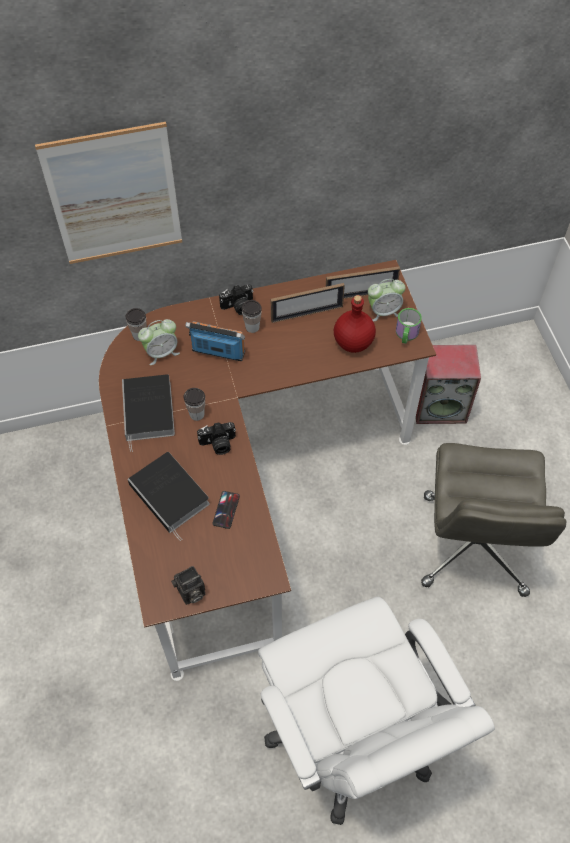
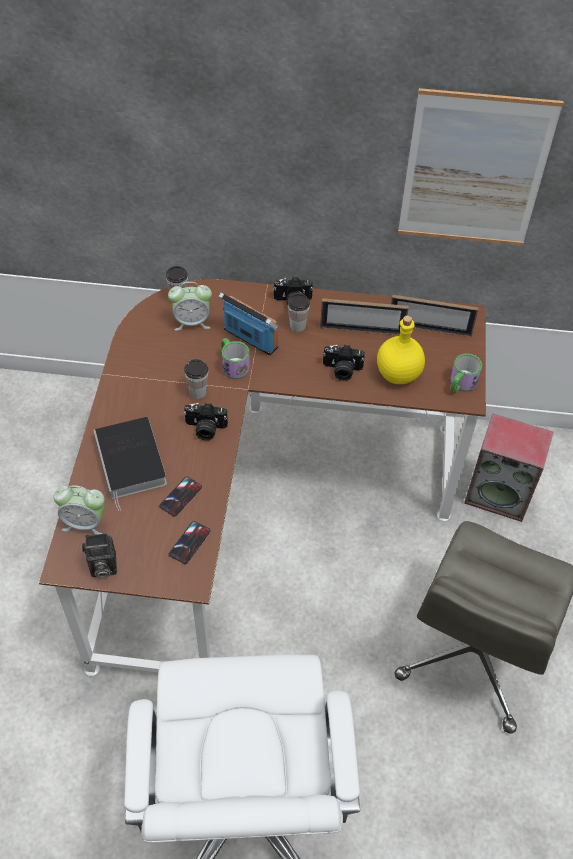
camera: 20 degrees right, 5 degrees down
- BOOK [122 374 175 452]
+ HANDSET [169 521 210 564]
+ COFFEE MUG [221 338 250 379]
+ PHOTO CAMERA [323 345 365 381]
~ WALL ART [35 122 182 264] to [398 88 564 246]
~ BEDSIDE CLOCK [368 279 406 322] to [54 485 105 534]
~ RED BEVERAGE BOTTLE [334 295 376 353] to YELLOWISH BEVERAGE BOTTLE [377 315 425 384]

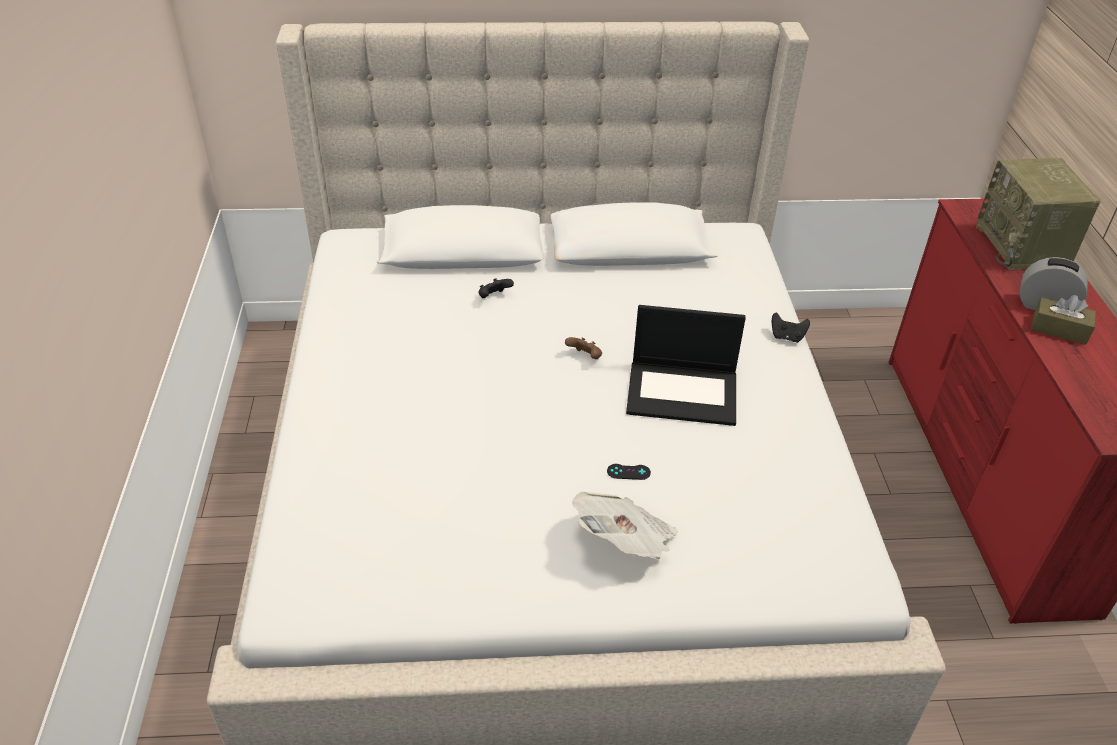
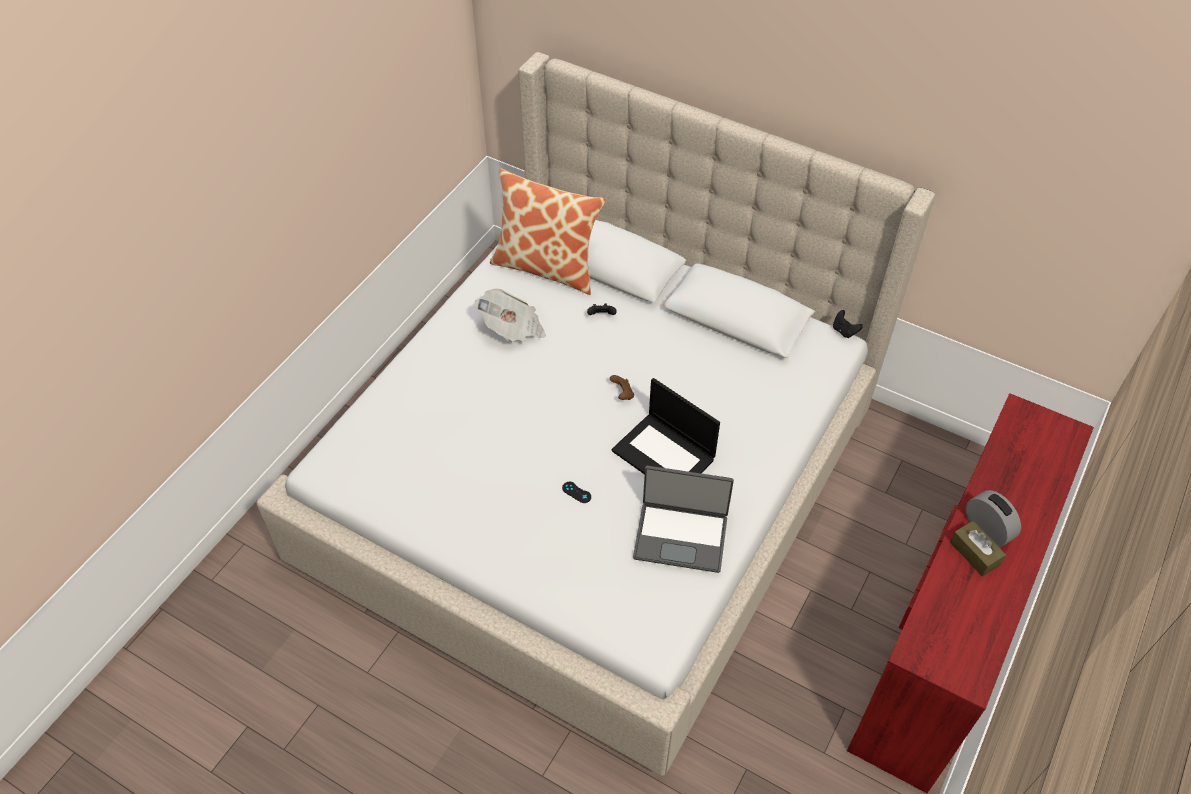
camera: 35 degrees right, 10 degrees up
- RADIO [976 158 1100 270]
+ PILLOW [490 169 606 295]
+ LAPTOP [633 466 734 573]
~ DAILY PAPER [572 492 678 559] to [475 289 546 342]
~ BLACK-COLOURED GAMEPAD [772 313 810 343] to [833 310 863 338]

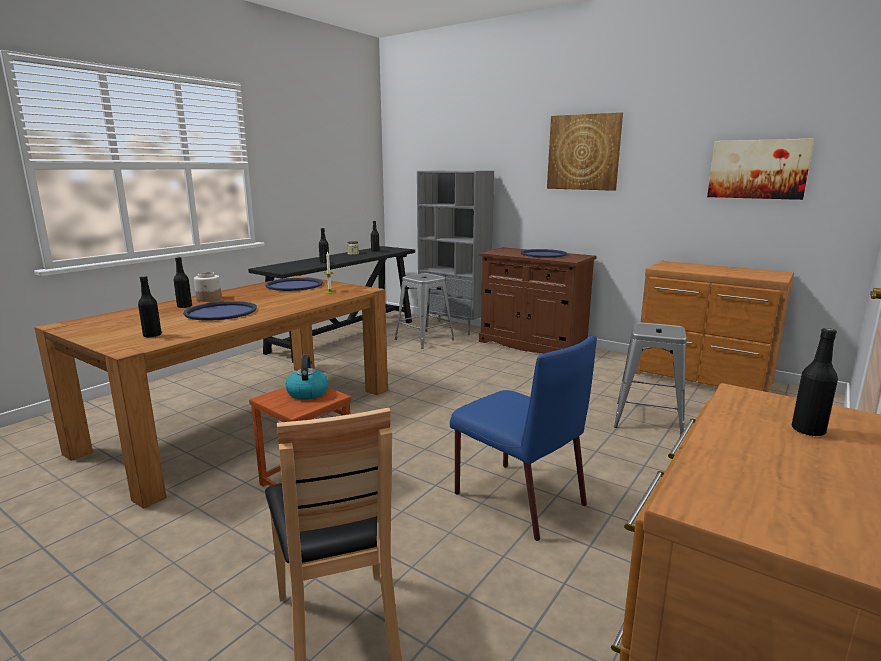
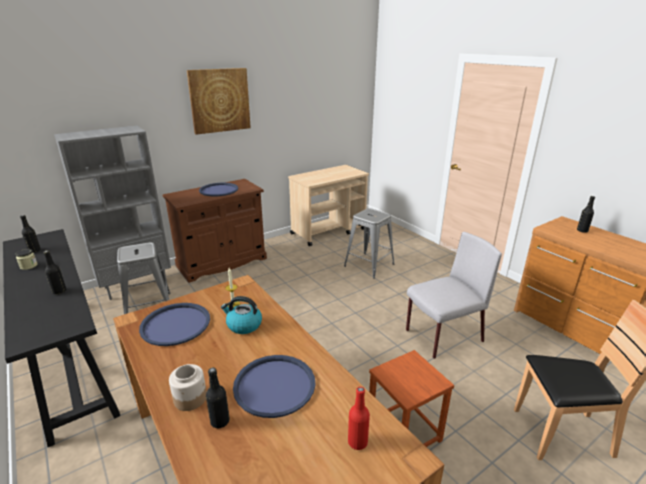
camera: 70 degrees left, 10 degrees up
- WALL ART [707 139 814 200]
~ KETTLE [286 355 329 400] to [221 296 262 334]
~ BROWN DRAWER CHEST [635 261 794 392] to BEIGE-COLOURED WHEELED CART [288 165 369 246]
~ BLACK-COLOURED BEVERAGE BOTTLE [138 276 162 338] to RED BEVERAGE BOTTLE [348 387 370 450]
~ BLUE CHAIR [450 335 597 541] to GREYISH CHAIR [406 232 502 359]

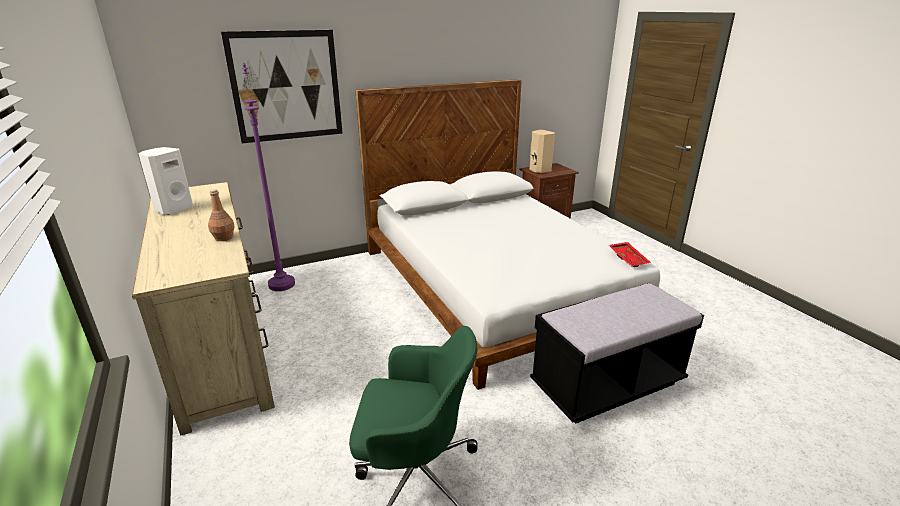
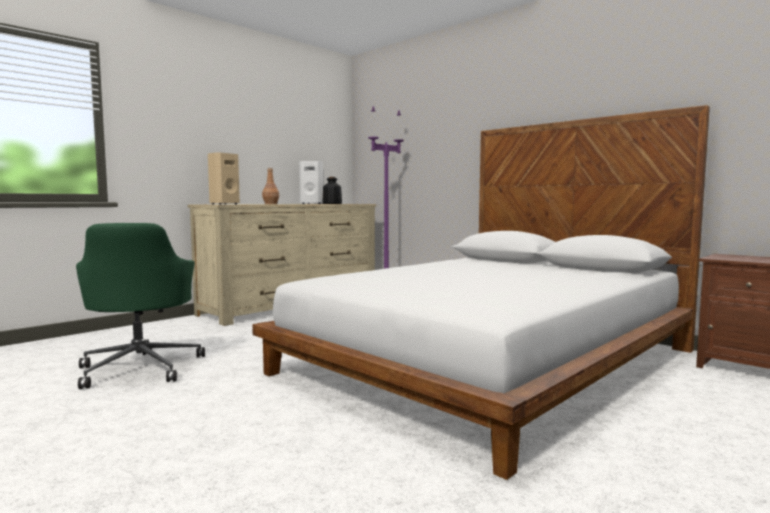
camera: 70 degrees right, 20 degrees down
- WALL ART [221 30 343 143]
- BLACK-COLOURED BENCH [530 283 704 423]
- RED SERVING TRAY [609 242 651 267]
+ BEVERAGE BOTTLE [322 177 342 204]
~ BEIGE-COLOURED AUDIO SPEAKER [529 130 555 173] to [208 153 240 204]

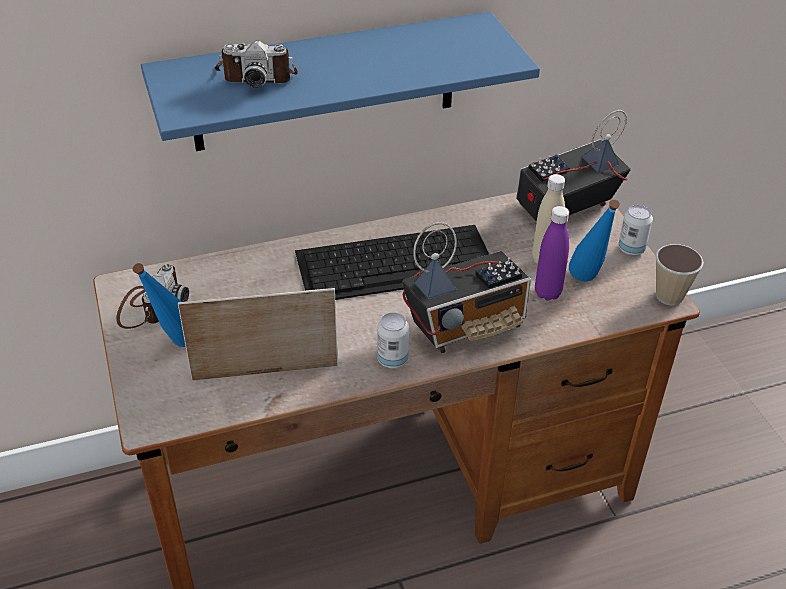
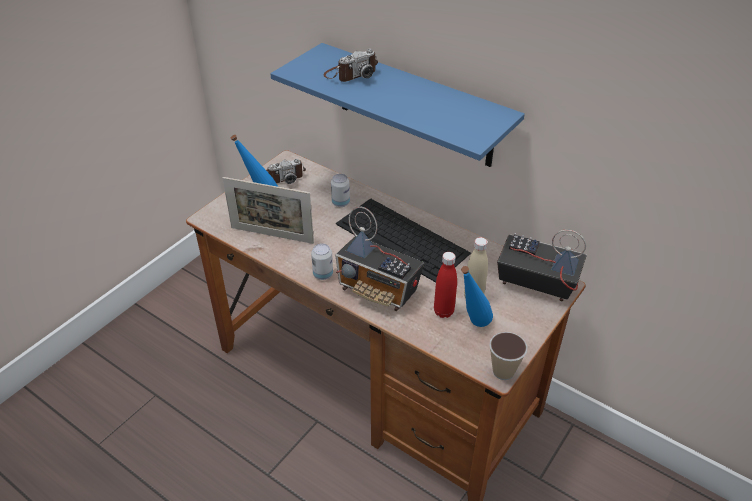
camera: 55 degrees right, 0 degrees up
~ CAN [618 205 653 256] to [331 174 350 207]
~ PURPLE BEVERAGE BOTTLE [535 206 569 301] to RED BEVERAGE BOTTLE [434 252 457 318]
~ PICTURE FRAME [178 288 338 381] = [223 177 314 244] 150 degrees clockwise
~ PHOTO CAMERA [215 41 298 88] = [323 49 378 82] 90 degrees counterclockwise

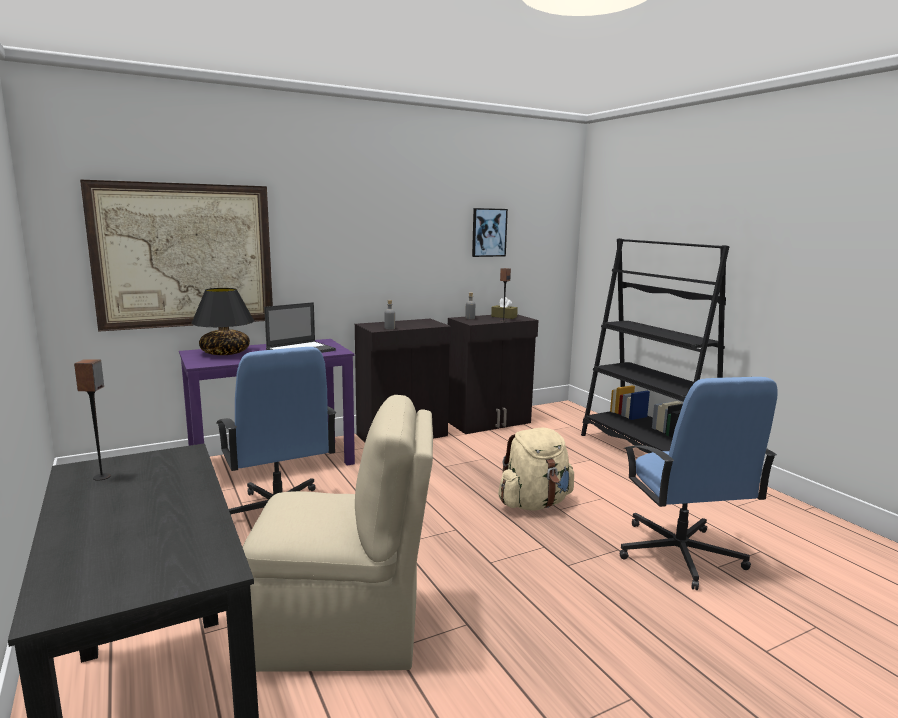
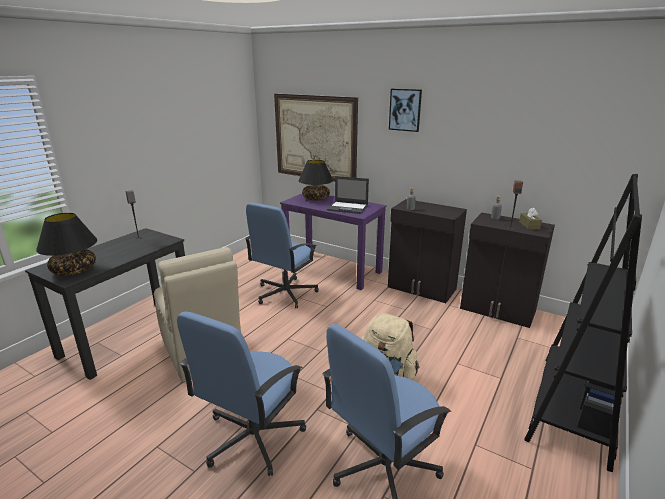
camera: 60 degrees right, 10 degrees up
+ BLACK-COLOURED LAMP FOR A TABLE [36 213 97 276]
+ BLUE COMPUTER CHAIR [177 311 306 476]
~ WALL ART [472 208 508 257] to [389 89 422 132]

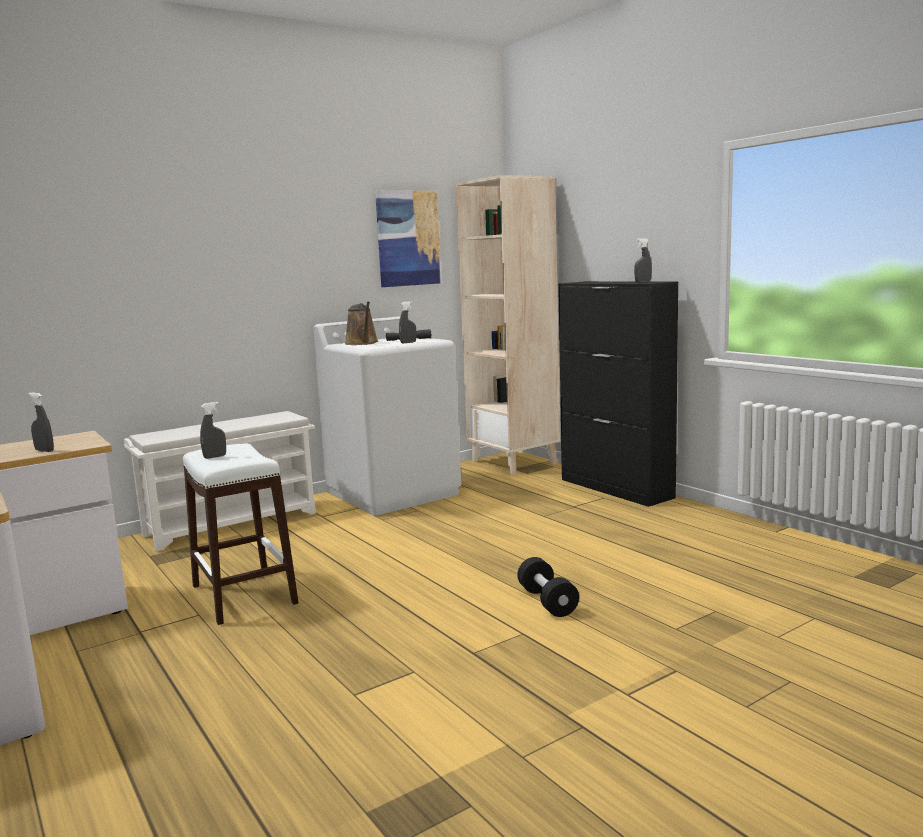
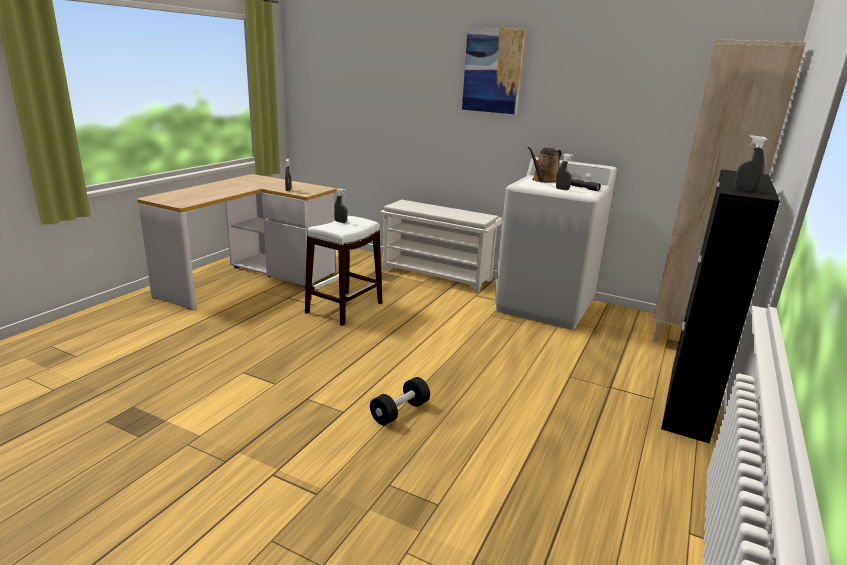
camera: 60 degrees right, 10 degrees up
~ WALL ART [375 190 442 287] to [462 27 525 114]

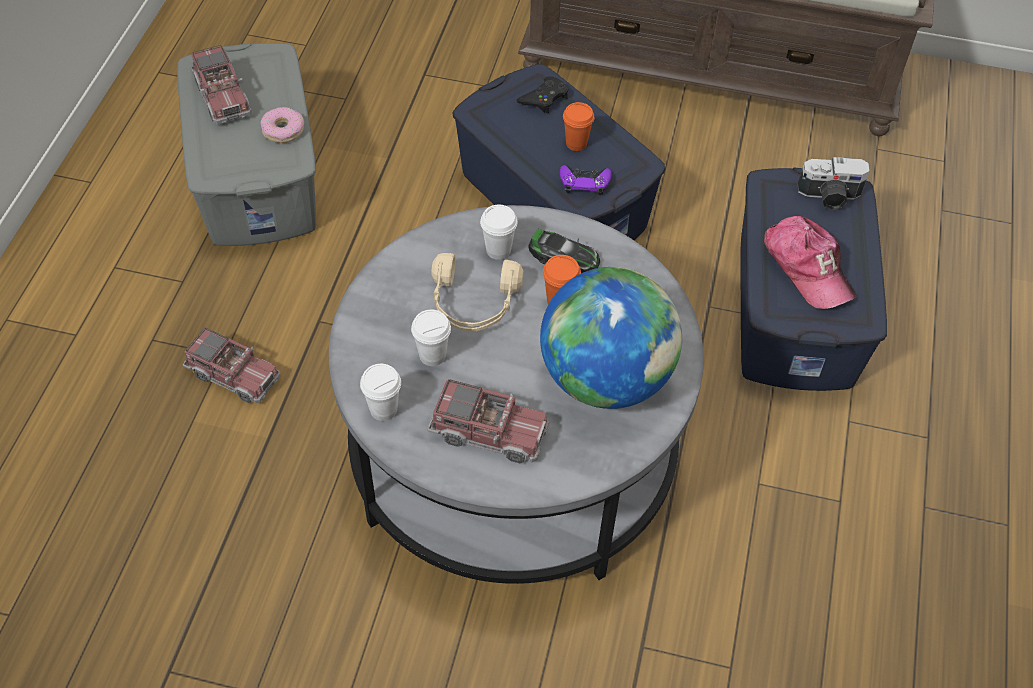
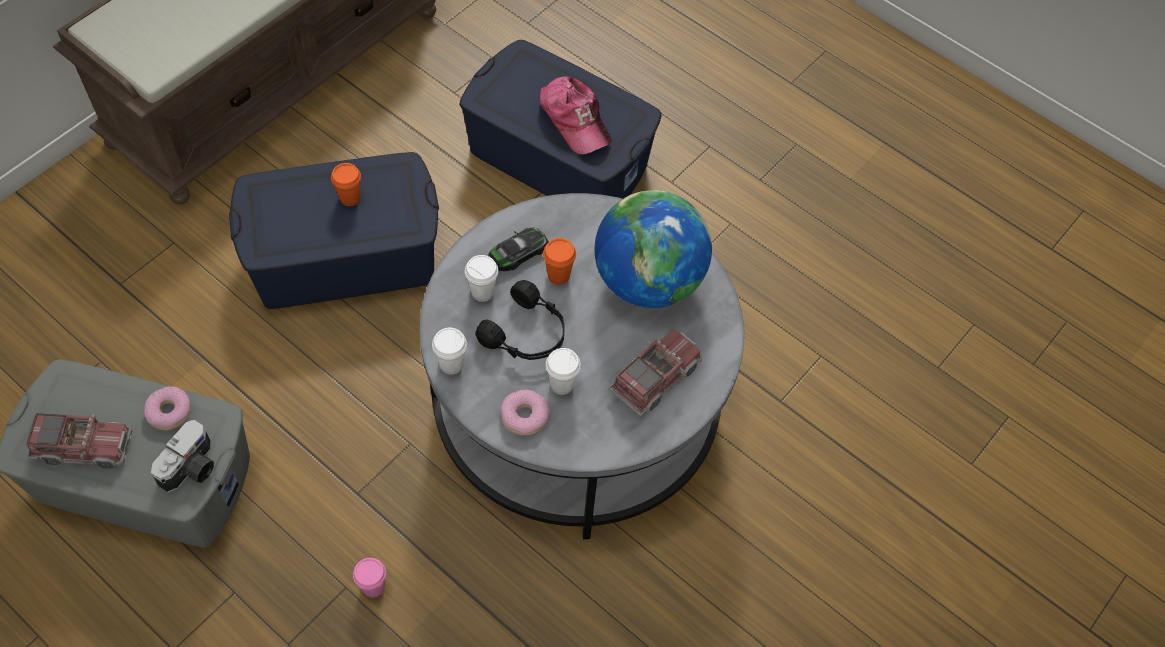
camera: 65 degrees left, 5 degrees up
- BLACK-COLOURED GAMEPAD [516 76 568 114]
- PURPLE GAMEPAD [560 165 611 196]
+ RING DOUGHNUT [501 390 550 436]
~ WHITE-COLOURED DRINKING CUP [360 364 401 421] to [432 328 467 375]
~ PHOTO CAMERA [798 157 870 210] to [151 419 214 492]
~ TOY TRUCK [183 327 281 403] to PINK DRINKING CUP [353 558 386 598]
~ BEIGE-COLOURED HEADSET [431 253 524 332] to BLACK-COLOURED HEADSET [475 280 565 360]
~ PEAKED CAP [764 216 856 309] = [539 76 612 154] 60 degrees clockwise

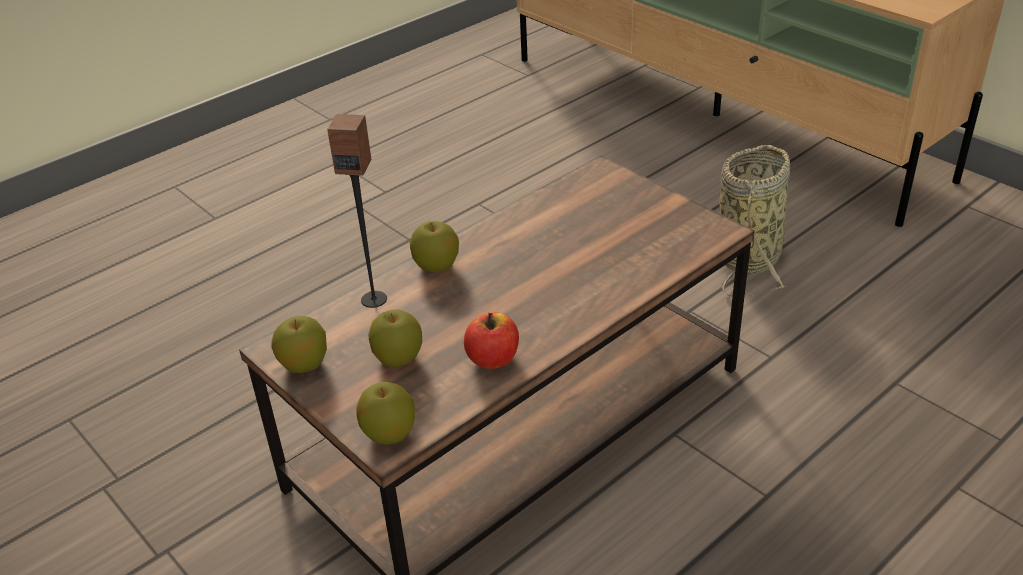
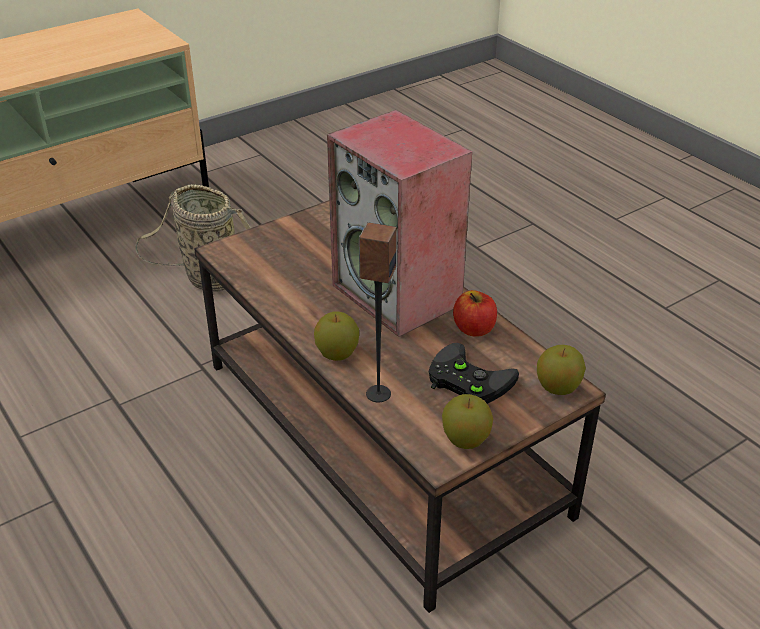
camera: 85 degrees left, 0 degrees up
+ AUDIO SPEAKER [327 110 472 337]
~ APPLE [368 309 422 367] to BLACK-COLOURED GAMEPAD [429 343 519 404]

